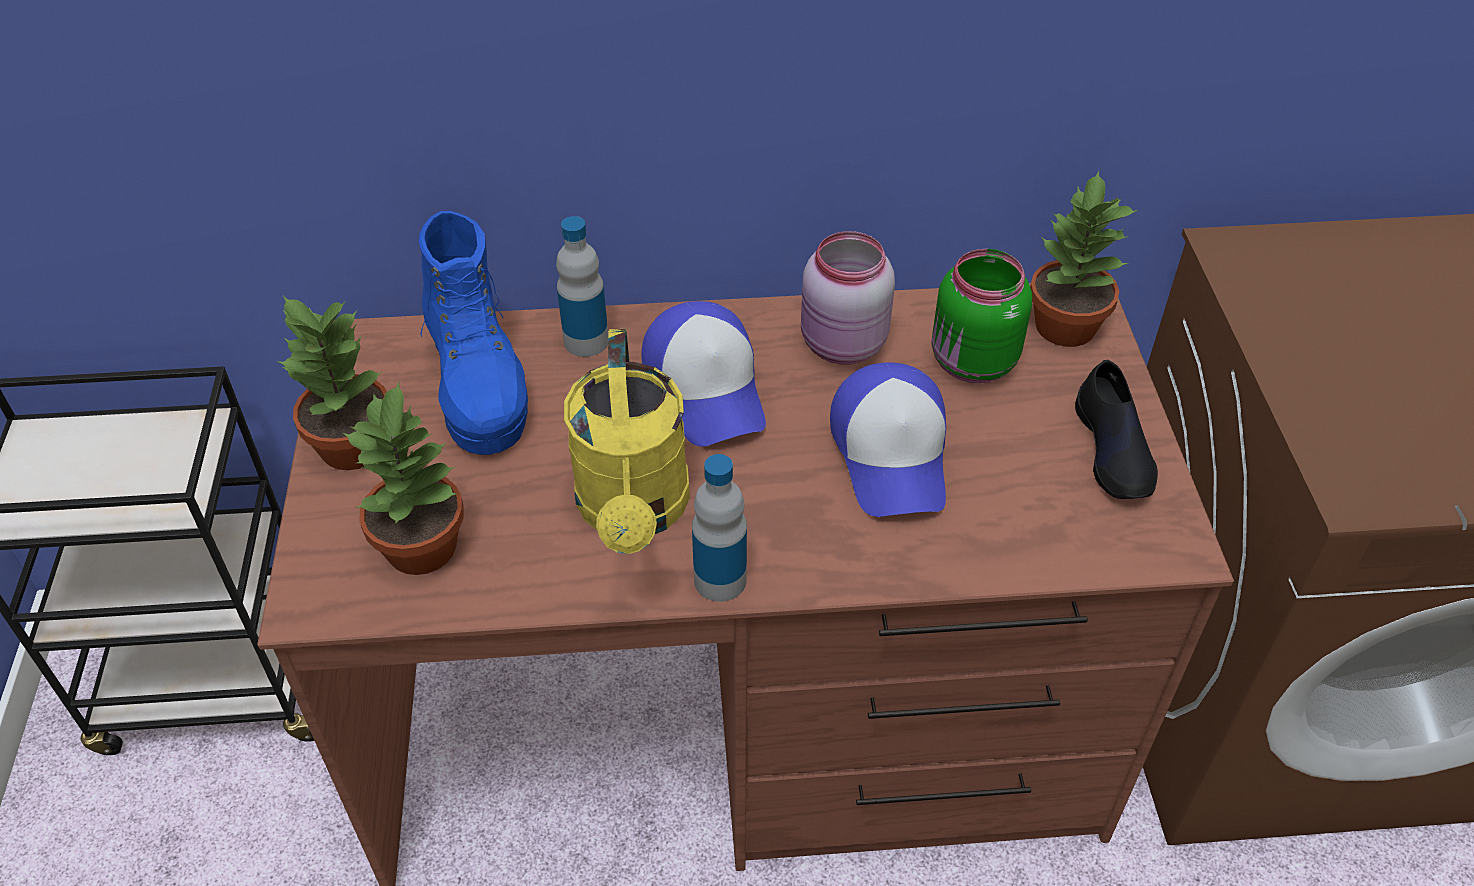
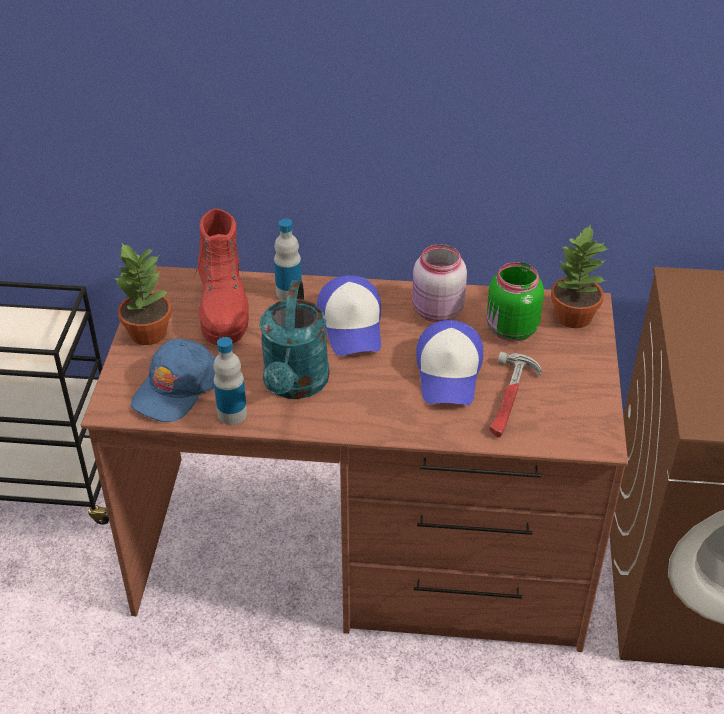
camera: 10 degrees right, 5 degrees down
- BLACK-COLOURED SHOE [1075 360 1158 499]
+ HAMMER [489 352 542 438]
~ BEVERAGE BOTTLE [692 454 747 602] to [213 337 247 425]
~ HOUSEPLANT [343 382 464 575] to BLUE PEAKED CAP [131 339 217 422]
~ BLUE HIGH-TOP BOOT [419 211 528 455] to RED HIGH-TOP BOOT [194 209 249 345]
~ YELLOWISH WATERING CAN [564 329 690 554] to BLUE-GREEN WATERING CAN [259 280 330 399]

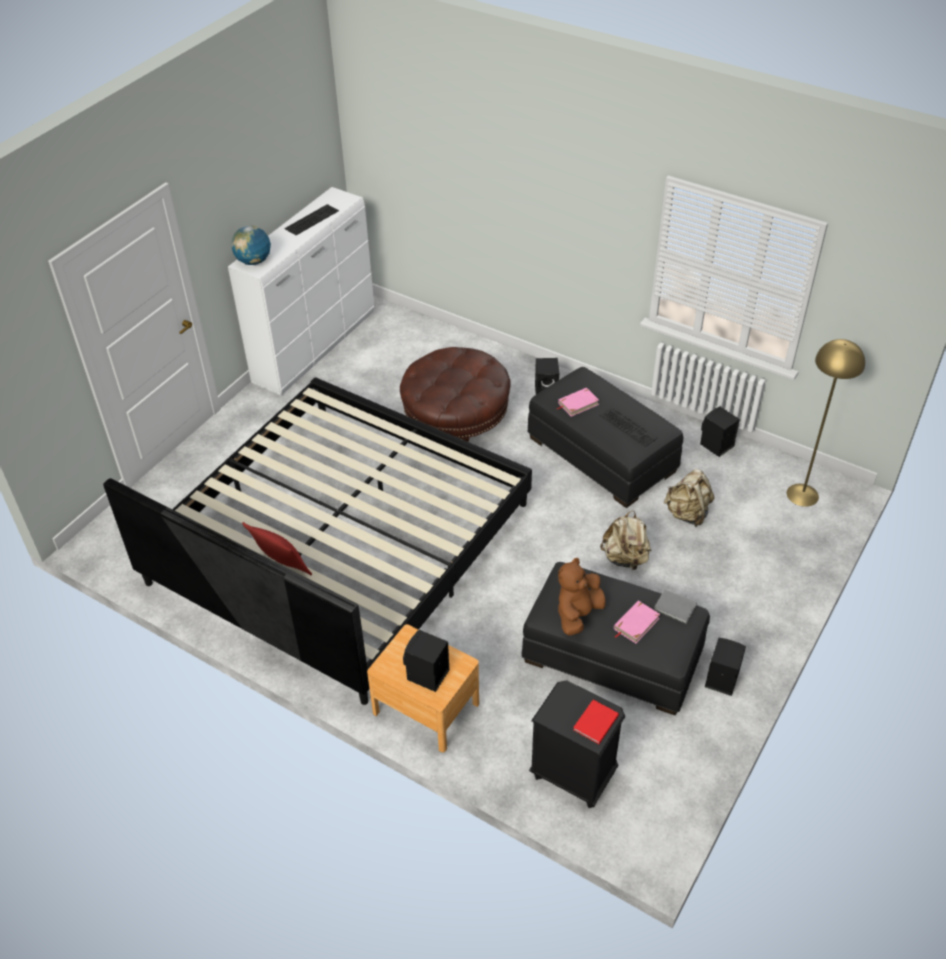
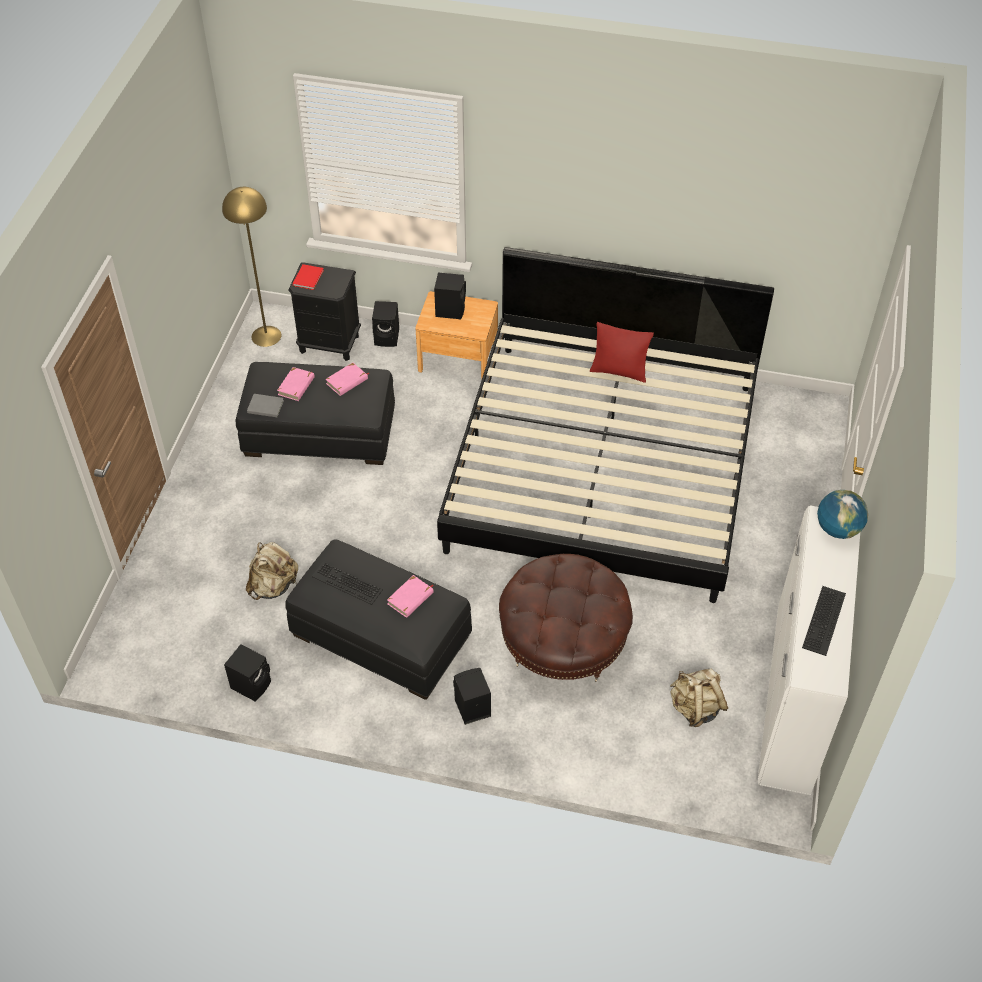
camera: 160 degrees right, 5 degrees up
~ BEIGE-COLOURED RUCKSACK [600 511 651 570] to [670 669 728 727]
~ BLACK-COLOURED AUDIO SPEAKER [705 638 746 696] to [372 301 399 347]
~ YELLOWISH STANDARD LAMP [787 339 865 507] to [222 187 281 347]
~ BROWN PLUSH TOY [558 558 606 636] to PINK BOOK [326 362 369 396]

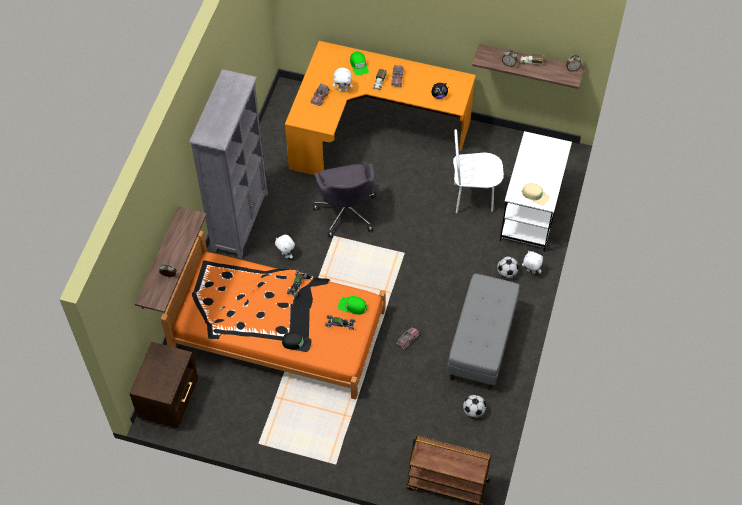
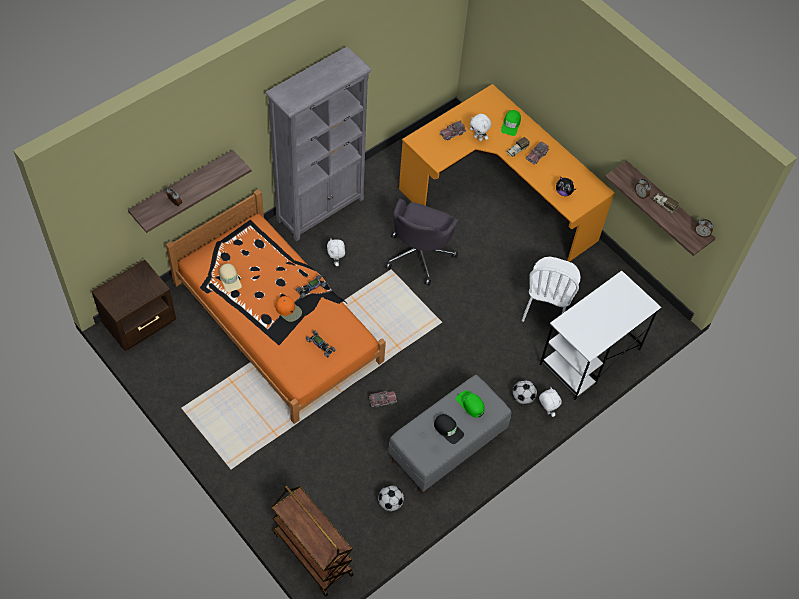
camera: 30 degrees right, 0 degrees up
+ ORANGEY PEAKED CAP [276 296 302 322]
~ BLACK-COLOURED PEAKED CAP [282 332 312 352] to [434 414 464 444]
~ GREEN-COLOURED PEAKED CAP [338 296 367 315] to [456 390 485 418]
~ BEIGE-COLOURED PEAKED CAP [522 183 550 206] to [219 264 242 292]
~ WHITE-COLOURED CHAIR [453 129 504 213] = [522 257 581 322] 105 degrees counterclockwise

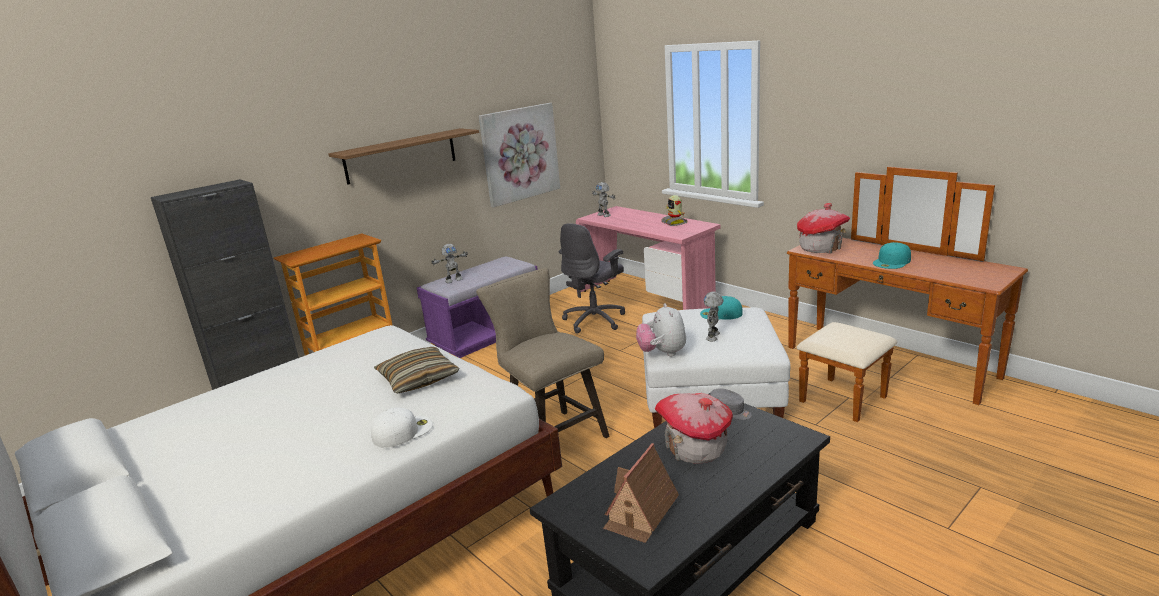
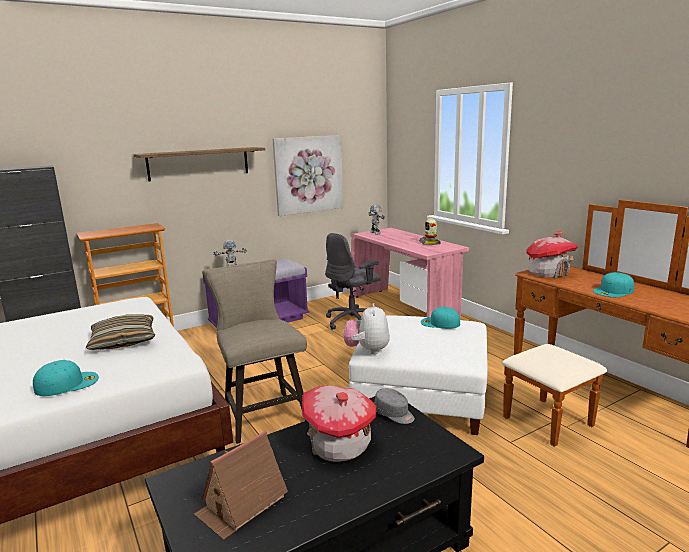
camera: 10 degrees right, 5 degrees down
- TOY ROBOT [704 291 723 341]
~ WHITE-COLOURED PEAKED CAP [371 407 433 448] to BLUE-GREEN PEAKED CAP [33 360 99 396]

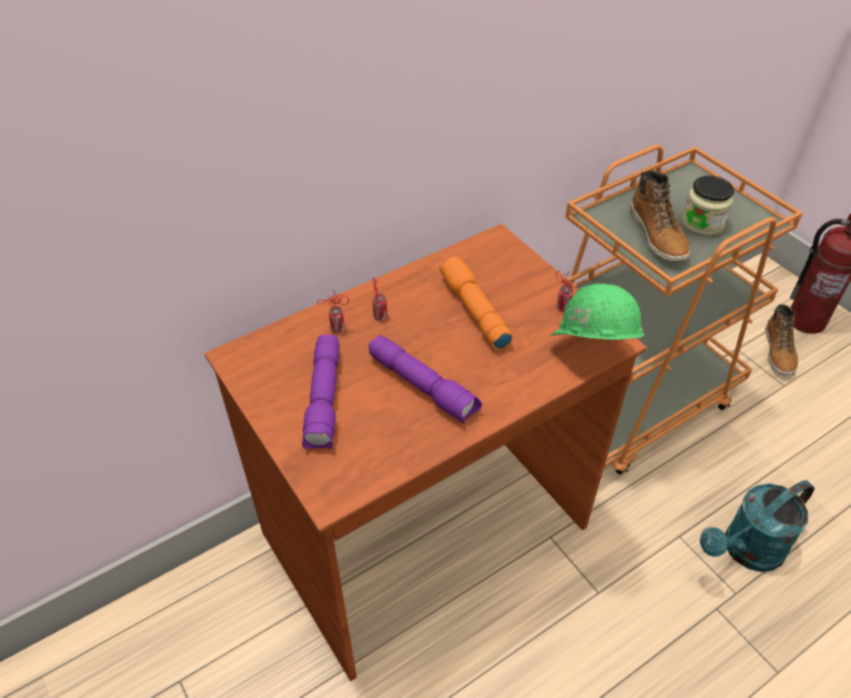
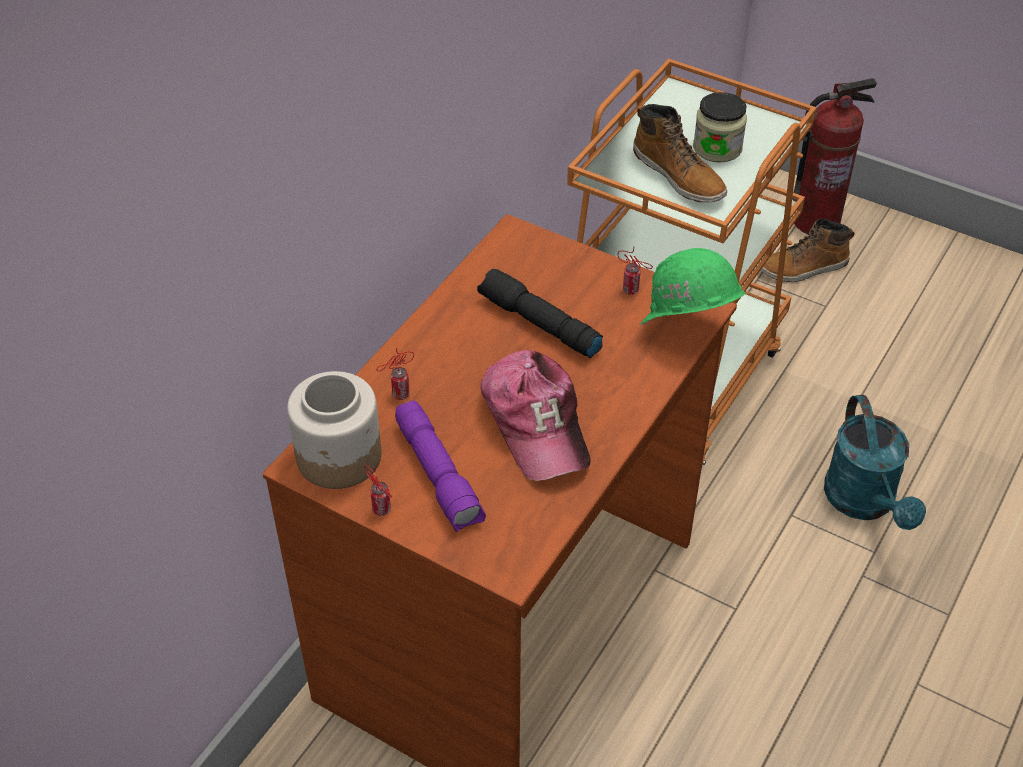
camera: 25 degrees left, 0 degrees up
+ PRESERVE JAR [287 371 381 489]
~ CAN [373 277 387 321] to [364 465 392 516]
~ PURPLE TORCH [369 335 482 424] to PEAKED CAP [480 350 591 481]
~ ORANGEY TORCH [439 257 512 350] to BLACK-COLOURED TORCH [477 269 603 358]
~ BLUE-GREEN WATERING CAN [700 480 815 572] = [824 395 926 530] 45 degrees counterclockwise
~ HIGH-TOP BOOT [765 304 798 375] = [761 218 855 282] 90 degrees clockwise

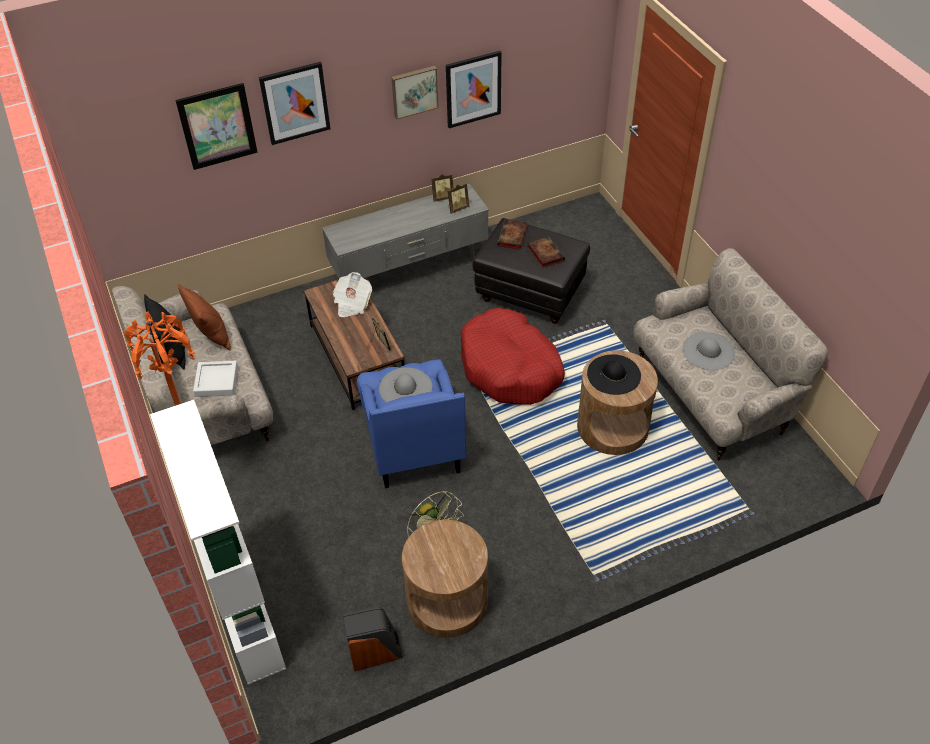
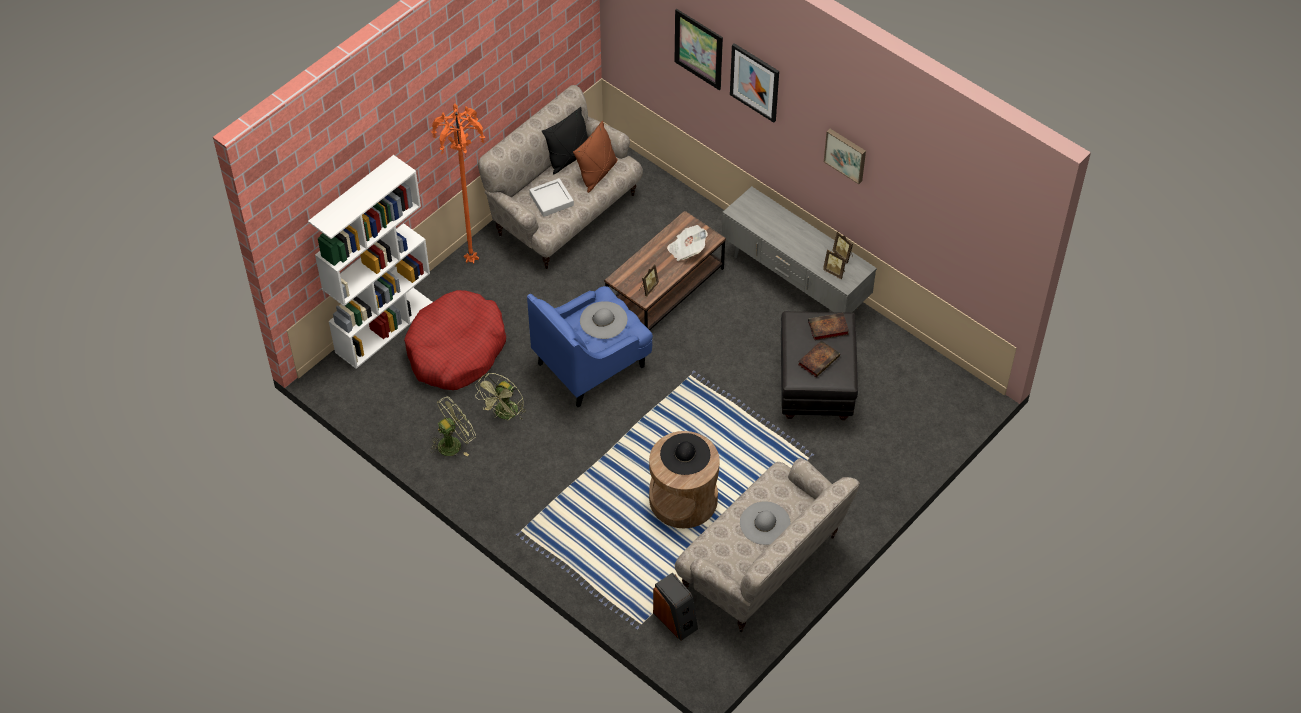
camera: 65 degrees right, 5 degrees up
- WALL ART [446 51 502 128]
~ AUDIO SPEAKER [343 607 403 672] to [653 573 698 641]
~ RED DOG CUSHION [461 308 565 405] to [404 290 506 390]
~ BROWN END TABLE [402 520 488 638] to GREEN-COLOURED ELECTRIC FAN [430 397 476 456]

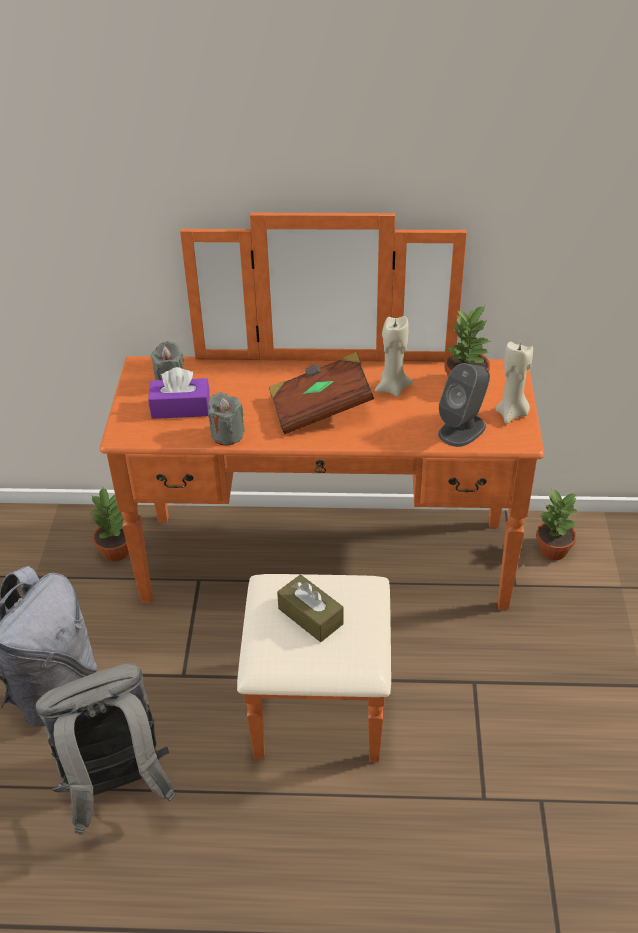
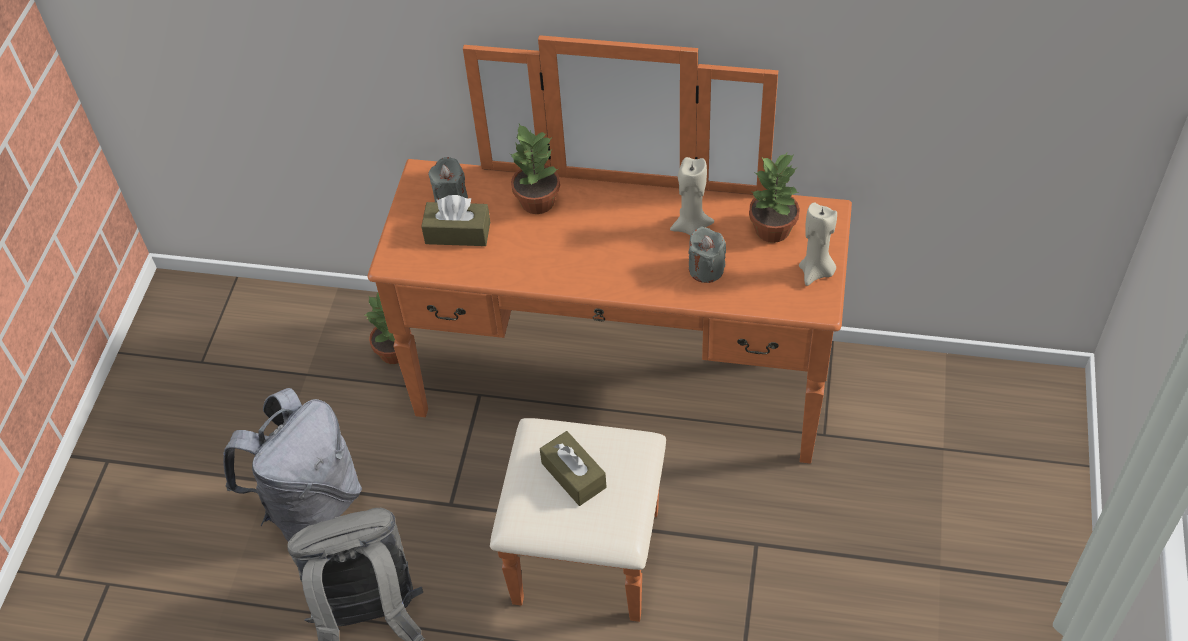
camera: 10 degrees right, 10 degrees up
- BROWN BOOK [269 352 374 434]
- GREYISH AUDIO SPEAKER [438 363 490 447]
~ GREYISH WAX LIGHT [208 392 245 445] to [688 226 726 283]
~ HOUSEPLANT [536 488 579 560] to [510 124 560 214]
~ PURPLE BOX OF TISSUES [148 367 210 419] to BROWN BOX OF TISSUES [421 195 490 246]

